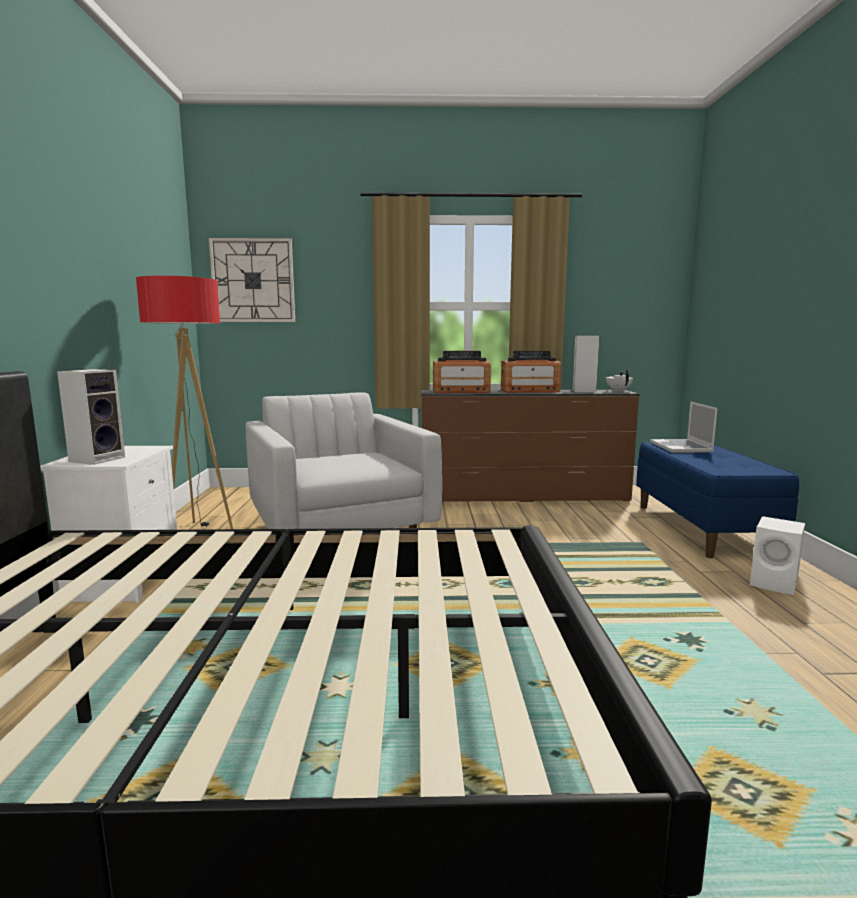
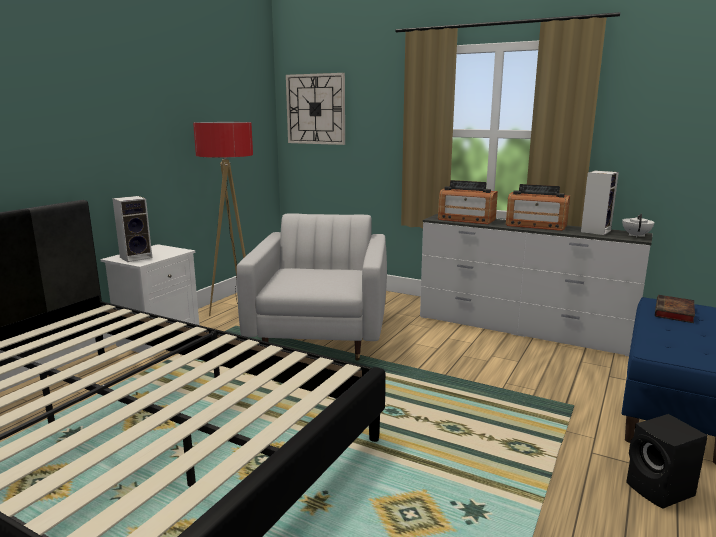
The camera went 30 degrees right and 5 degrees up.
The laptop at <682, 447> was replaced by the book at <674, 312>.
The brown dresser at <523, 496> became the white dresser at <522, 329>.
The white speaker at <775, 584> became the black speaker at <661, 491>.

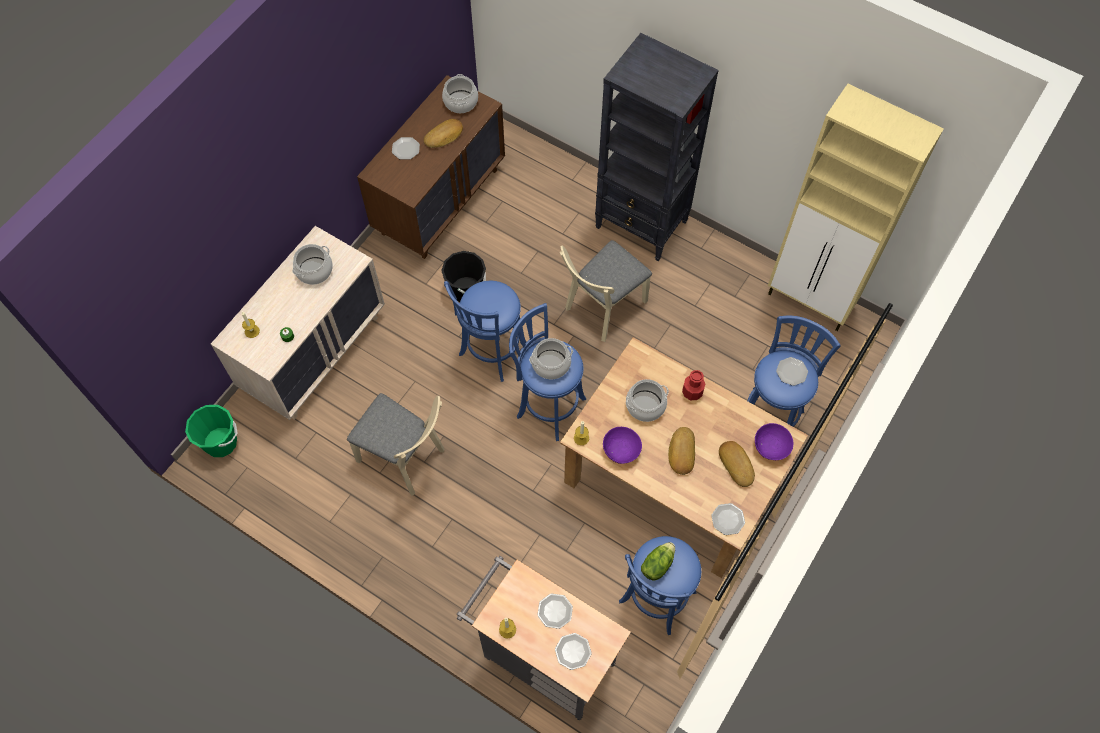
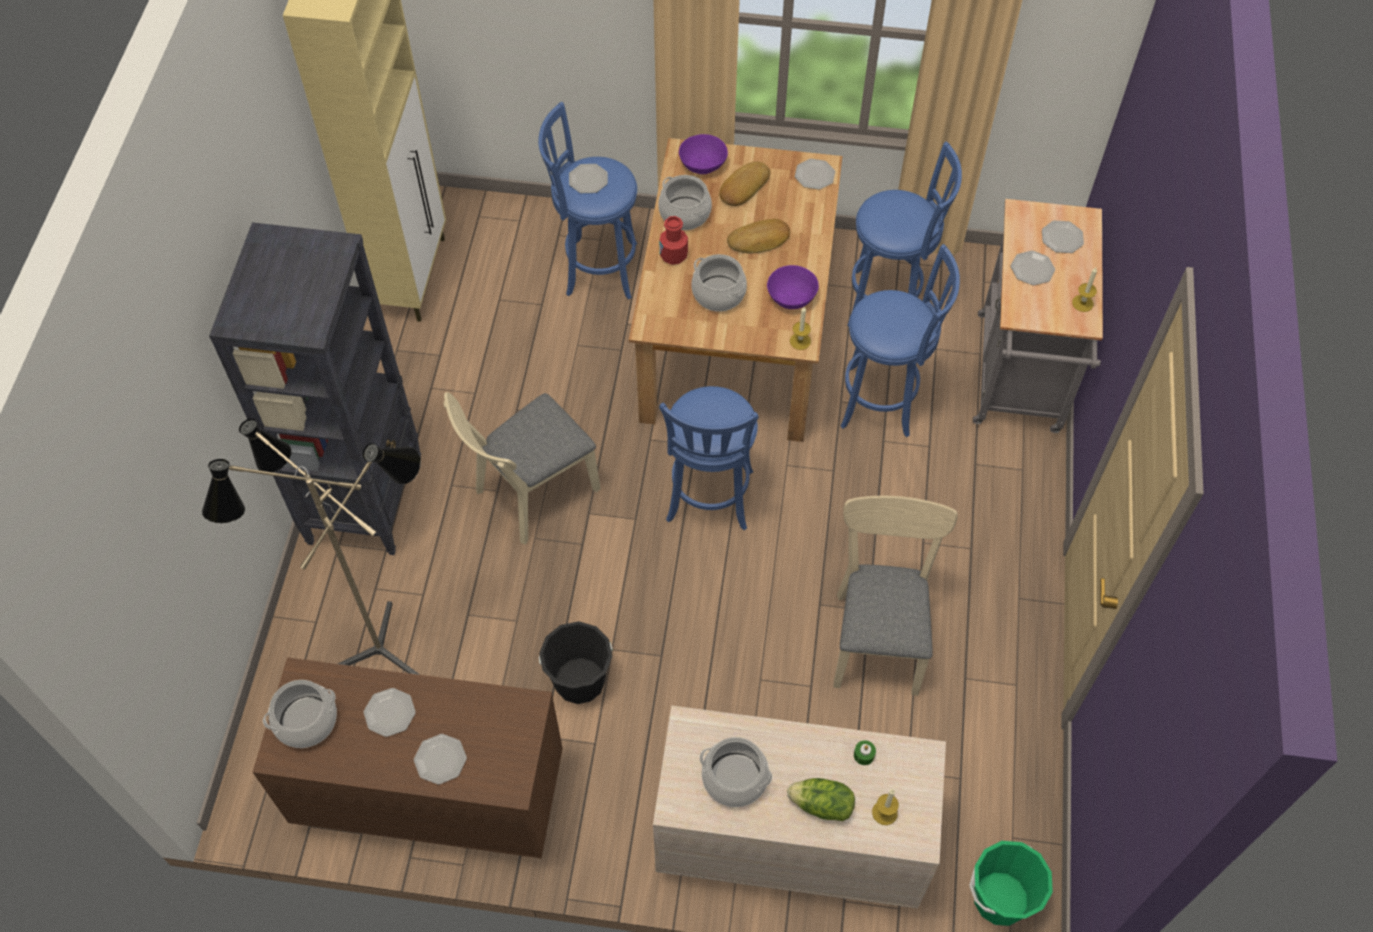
The camera went 115 degrees left and 5 degrees down.
The floor lamp at <375, 643> appeared.
The blue stool moved from <491, 353> to <883, 402>.
The cooking pot moved from <551, 364> to <684, 214>.
The lettuce moved from <657, 564> to <821, 806>.
The bread at <444, 136> was replaced by the plate at <389, 712>.
The beige chair at <602, 309> turned 120 degrees clockwise.

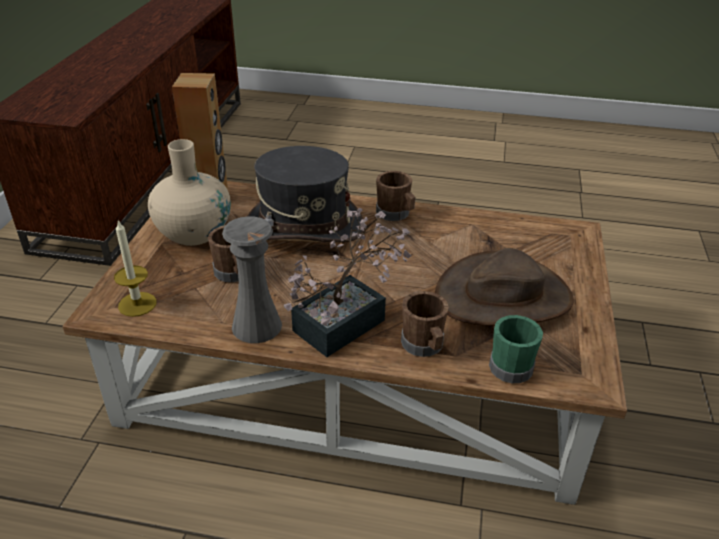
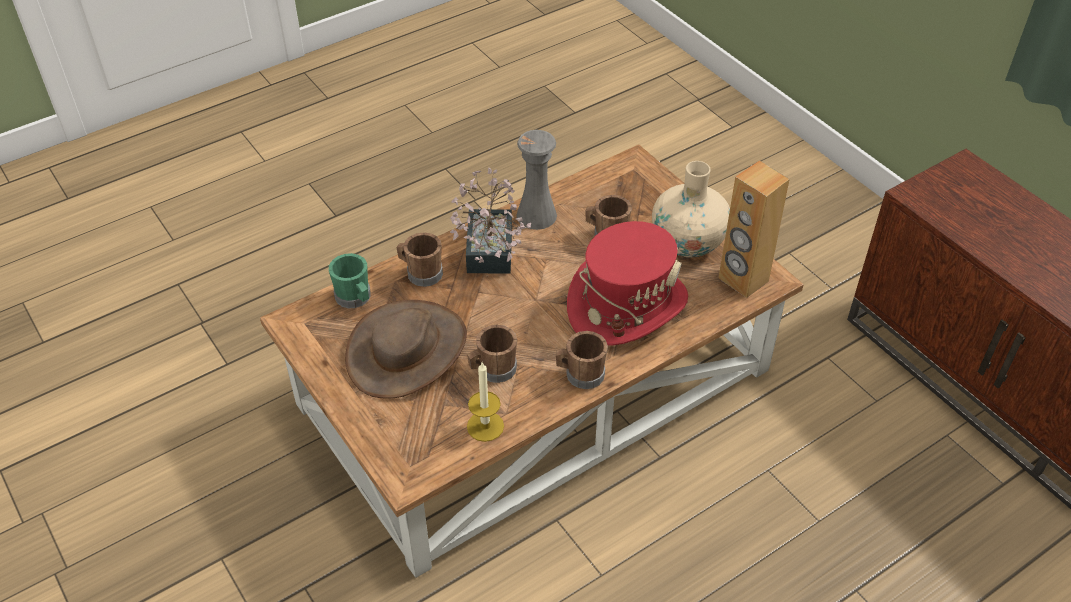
The camera went 135 degrees right and 10 degrees up.
The brown mug at <493, 370> appeared.
The candle moved from <137, 304> to <485, 426>.
The grey hat at <303, 227> became the red hat at <626, 305>.

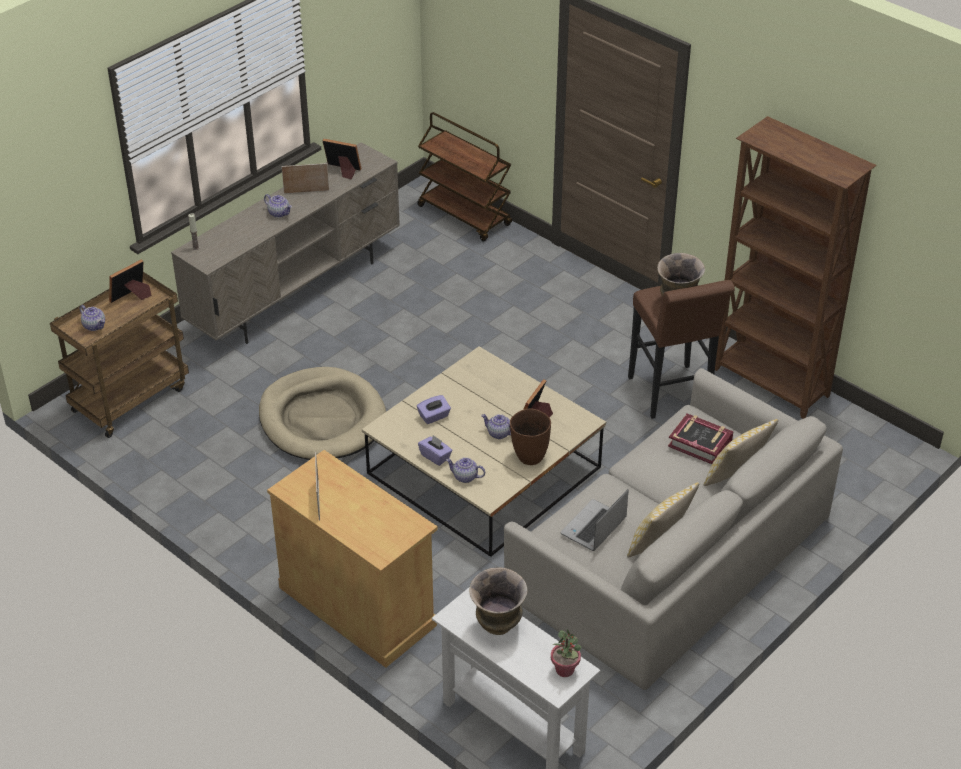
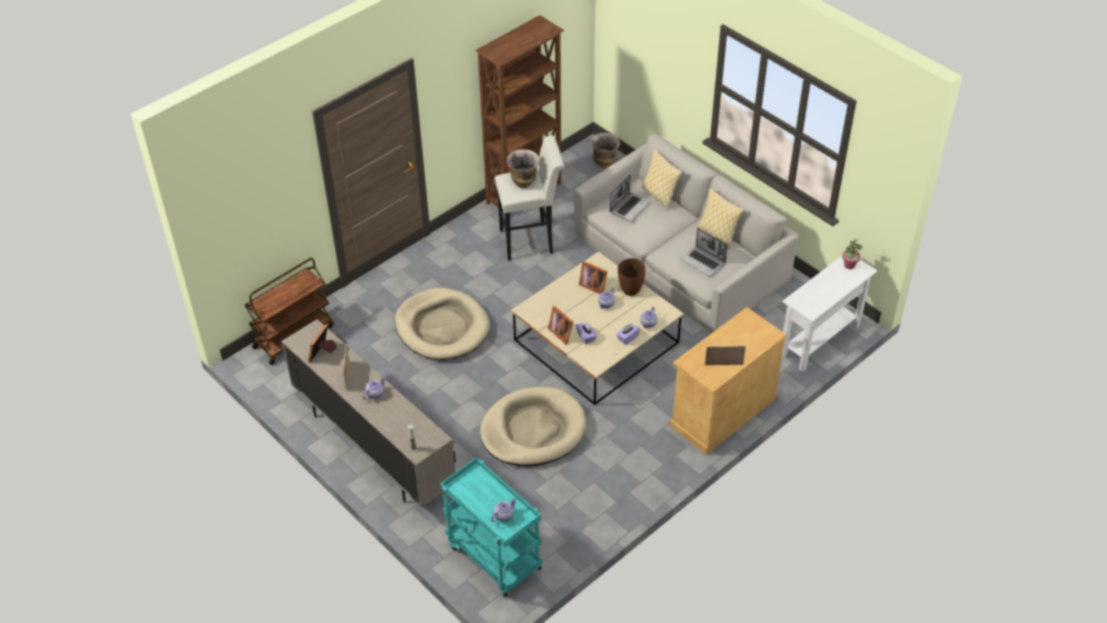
The camera went 85 degrees left and 5 degrees up.
The beige dog bed at <442, 327> appeared.
The picture frame moved from <132, 296> to <561, 332>.
The vase moved from <498, 626> to <604, 163>.
The book at <700, 443> was replaced by the laptop at <629, 207>.
The brown cart at <130, 398> became the turquoise cart at <492, 557>.
The brown stool at <672, 396> became the white stool at <531, 241>.

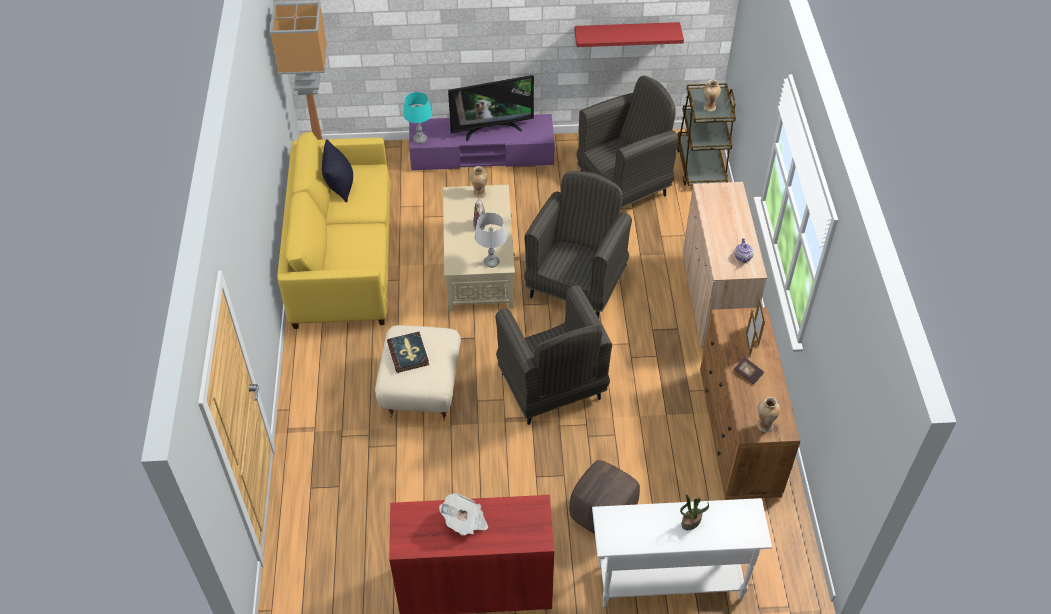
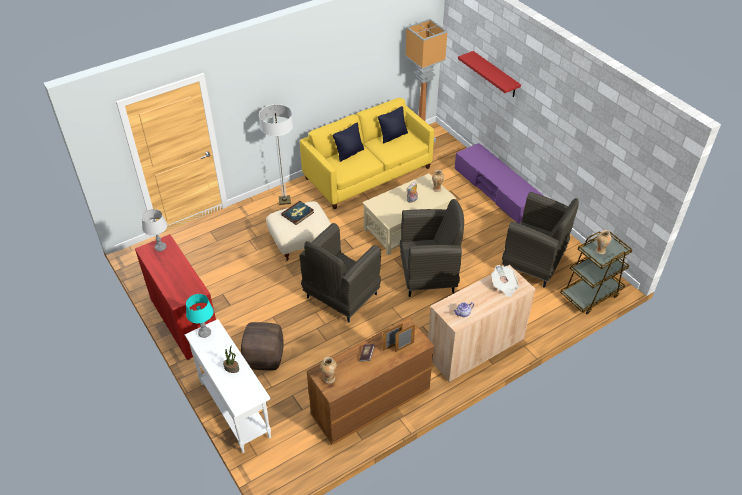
The camera went 60 degrees right and 5 degrees down.
The television at <491, 129> disappeared.
The floor lamp at <284, 200> appeared.
The black pillow at <349, 153> appeared.
The turquoise table lamp moved from <420, 139> to <205, 333>.
The newspaper moved from <465, 521> to <504, 286>.
The grey table lamp moved from <491, 262> to <160, 247>.
The red shelf moved from <626, 34> to <495, 74>.

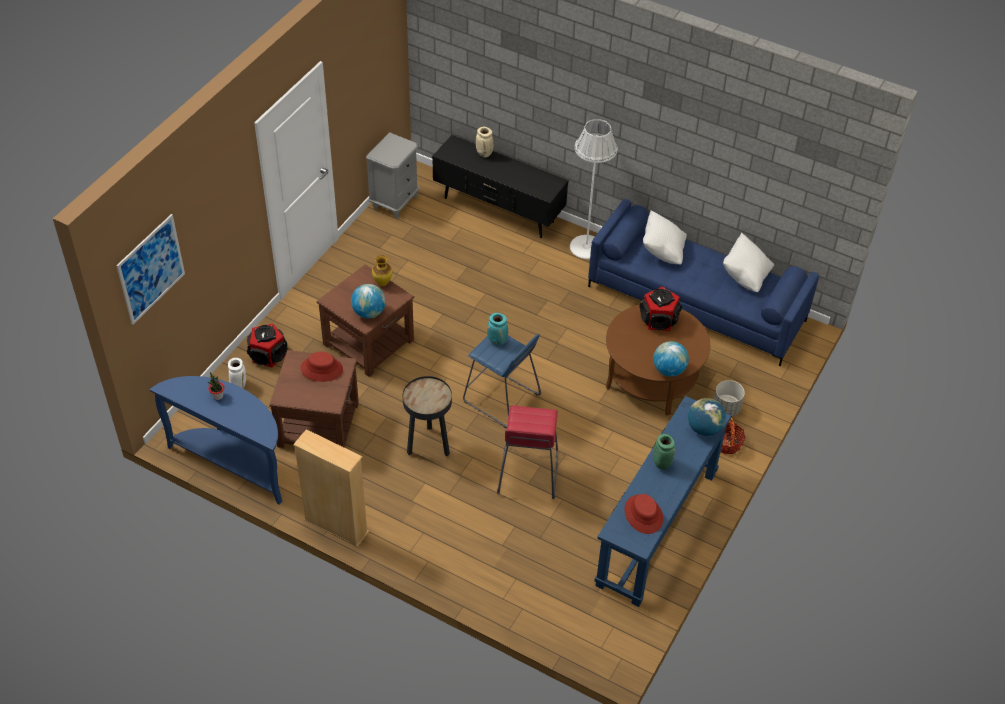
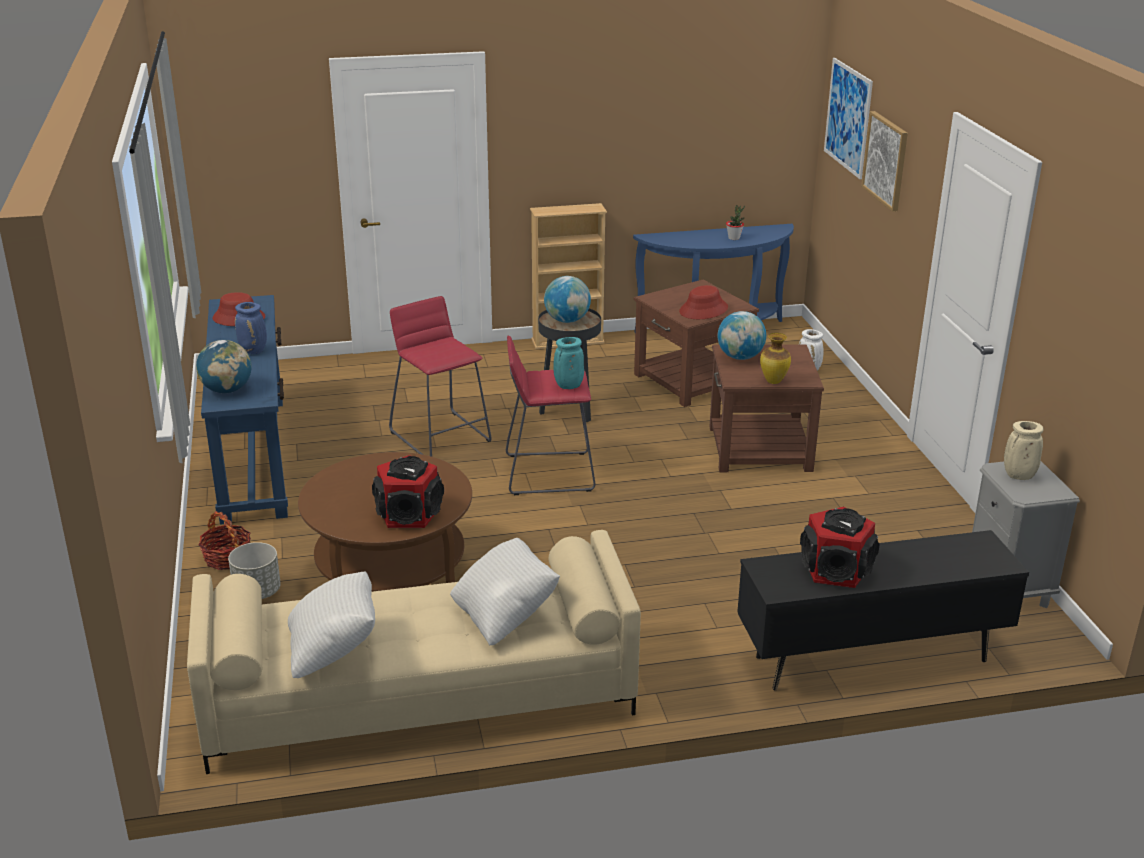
The camera went 140 degrees right and 20 degrees down.
The white floor lamp at <586, 247> disappeared.
The picture at <886, 160> appeared.
The speaker moved from <268, 355> to <835, 570>.
The beige vase moved from <484, 154> to <1018, 476>.
The globe moved from <668, 370> to <567, 320>.
The blue stool at <501, 399> became the red stool at <548, 473>.
The blue sofa at <697, 303> became the beige sofa at <418, 699>.
The green vase at <661, 463> became the blue vase at <254, 351>.

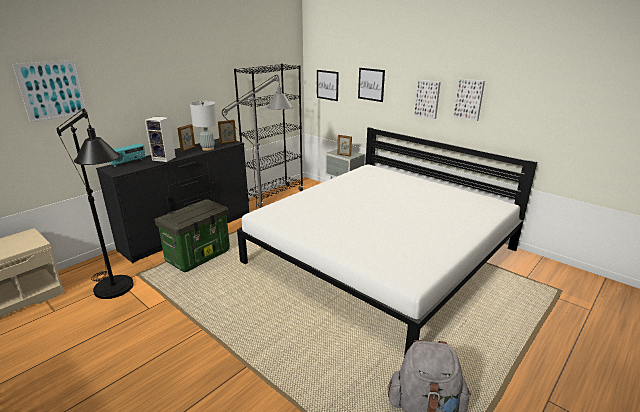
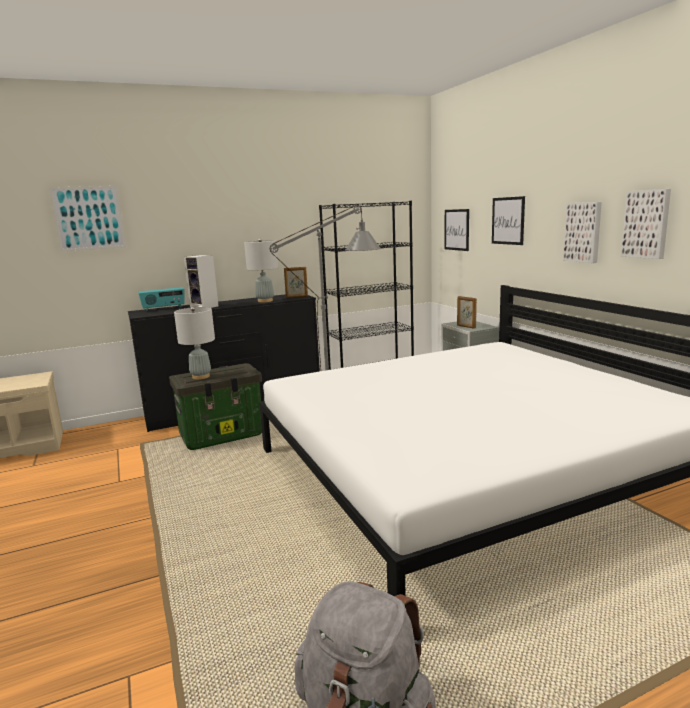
The camera went 25 degrees right and 10 degrees down.
The black floor lamp at <118, 292> disappeared.
The picture frame at <188, 149> disappeared.
The grey table lamp at <201, 376> appeared.

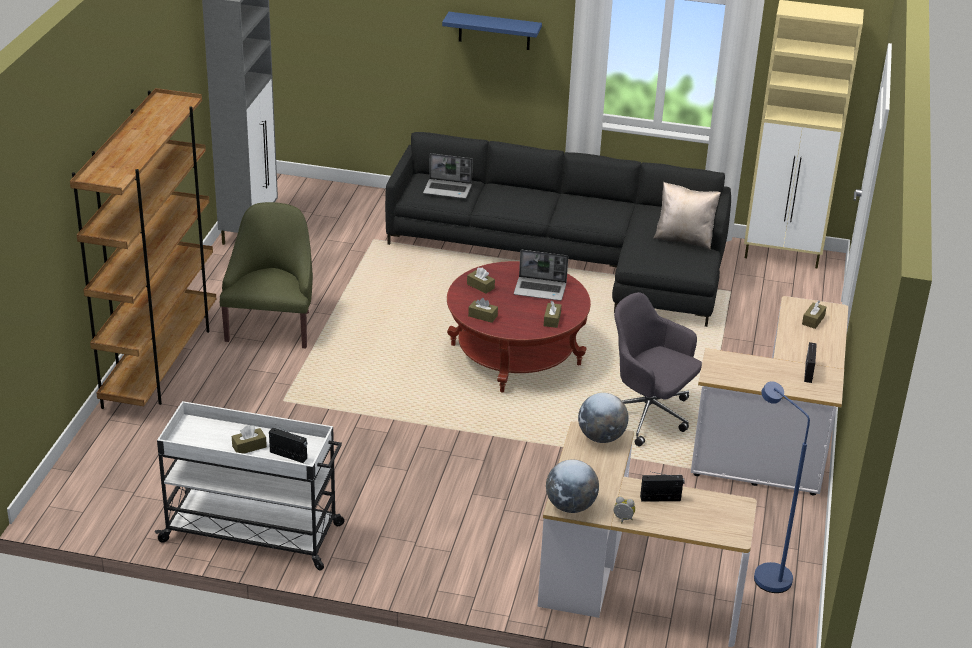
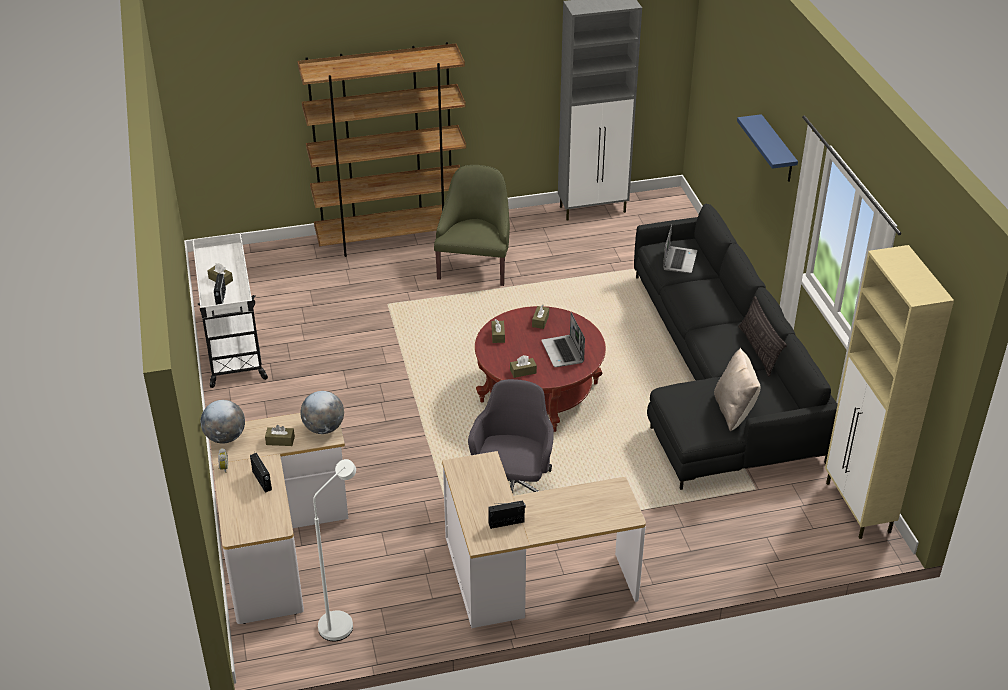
The camera went 65 degrees right and 5 degrees up.
The pillow at <758, 350> appeared.
The brown tissue box moved from <813, 320> to <280, 441>.
The blue floor lamp at <765, 573> became the white floor lamp at <341, 621>.
The green armchair at <272, 326> turned 60 degrees counterclockwise.
The laptop at <448, 190> turned 150 degrees counterclockwise.

